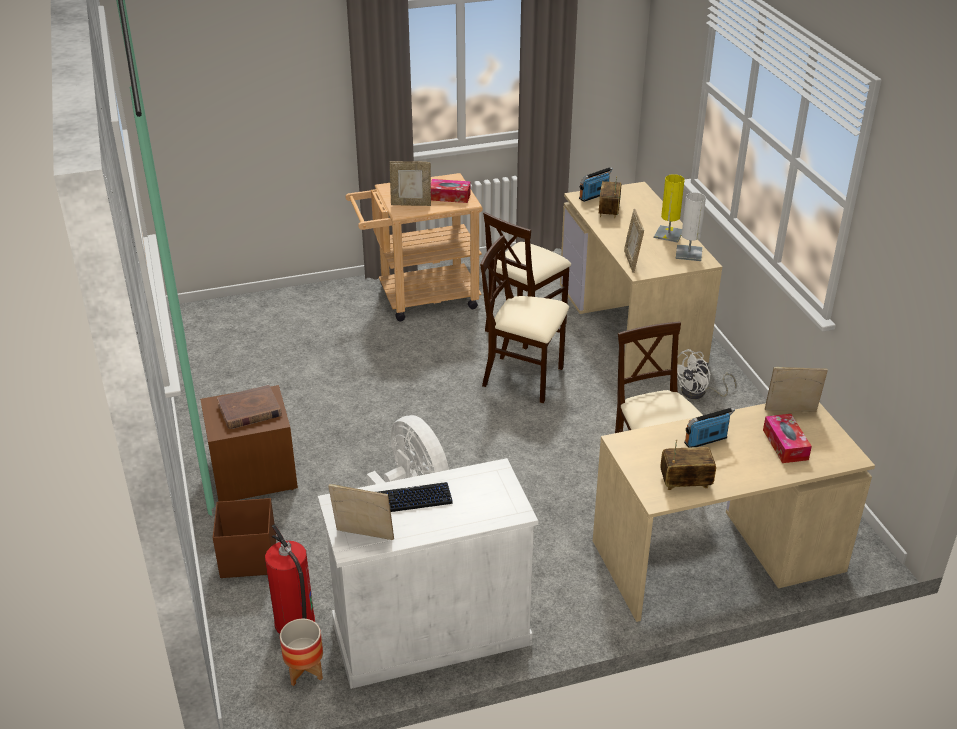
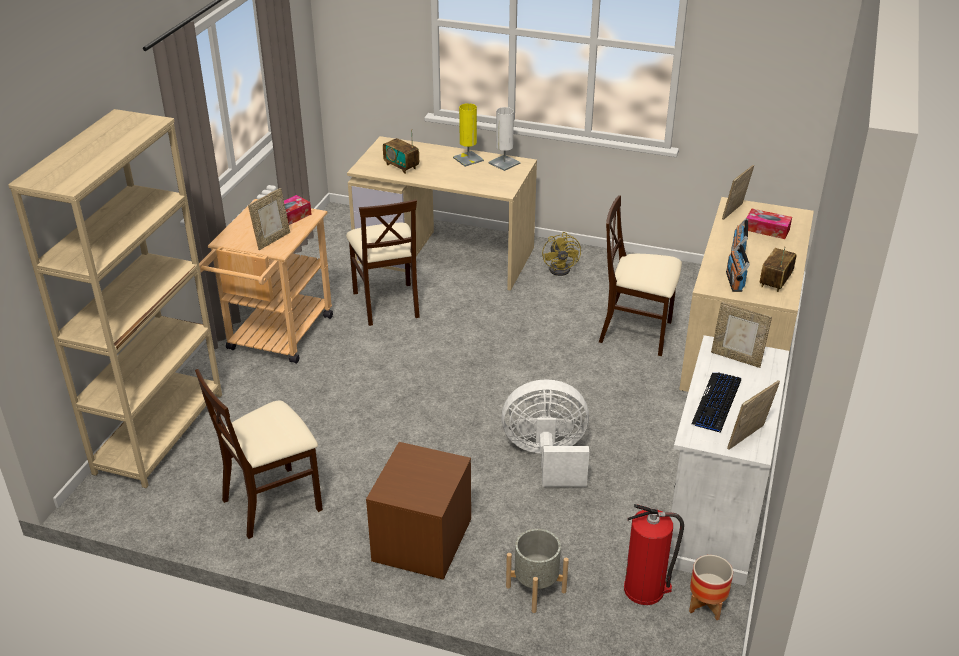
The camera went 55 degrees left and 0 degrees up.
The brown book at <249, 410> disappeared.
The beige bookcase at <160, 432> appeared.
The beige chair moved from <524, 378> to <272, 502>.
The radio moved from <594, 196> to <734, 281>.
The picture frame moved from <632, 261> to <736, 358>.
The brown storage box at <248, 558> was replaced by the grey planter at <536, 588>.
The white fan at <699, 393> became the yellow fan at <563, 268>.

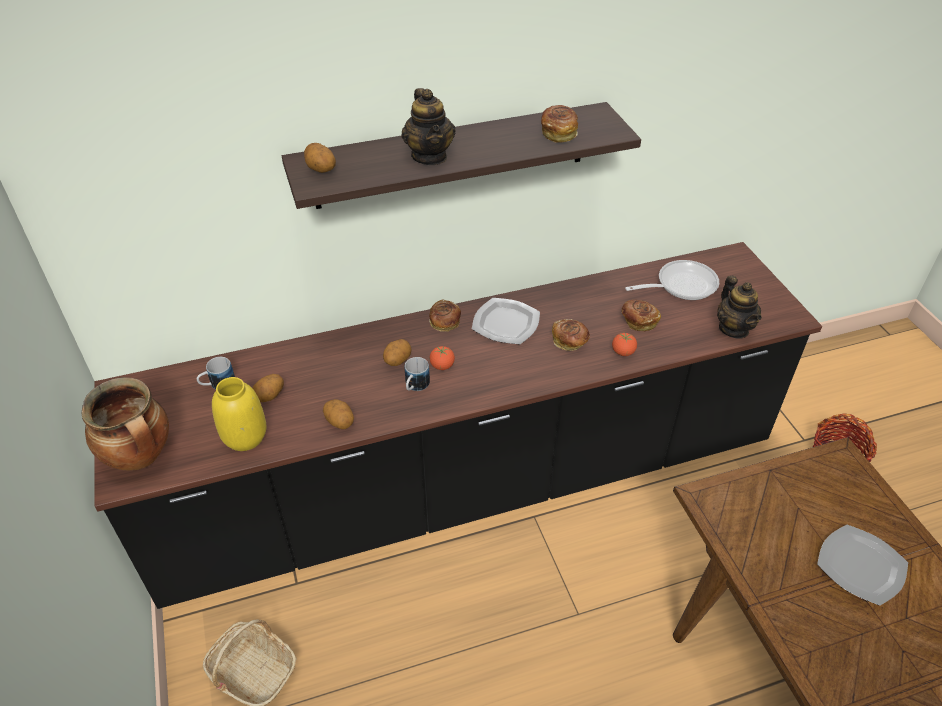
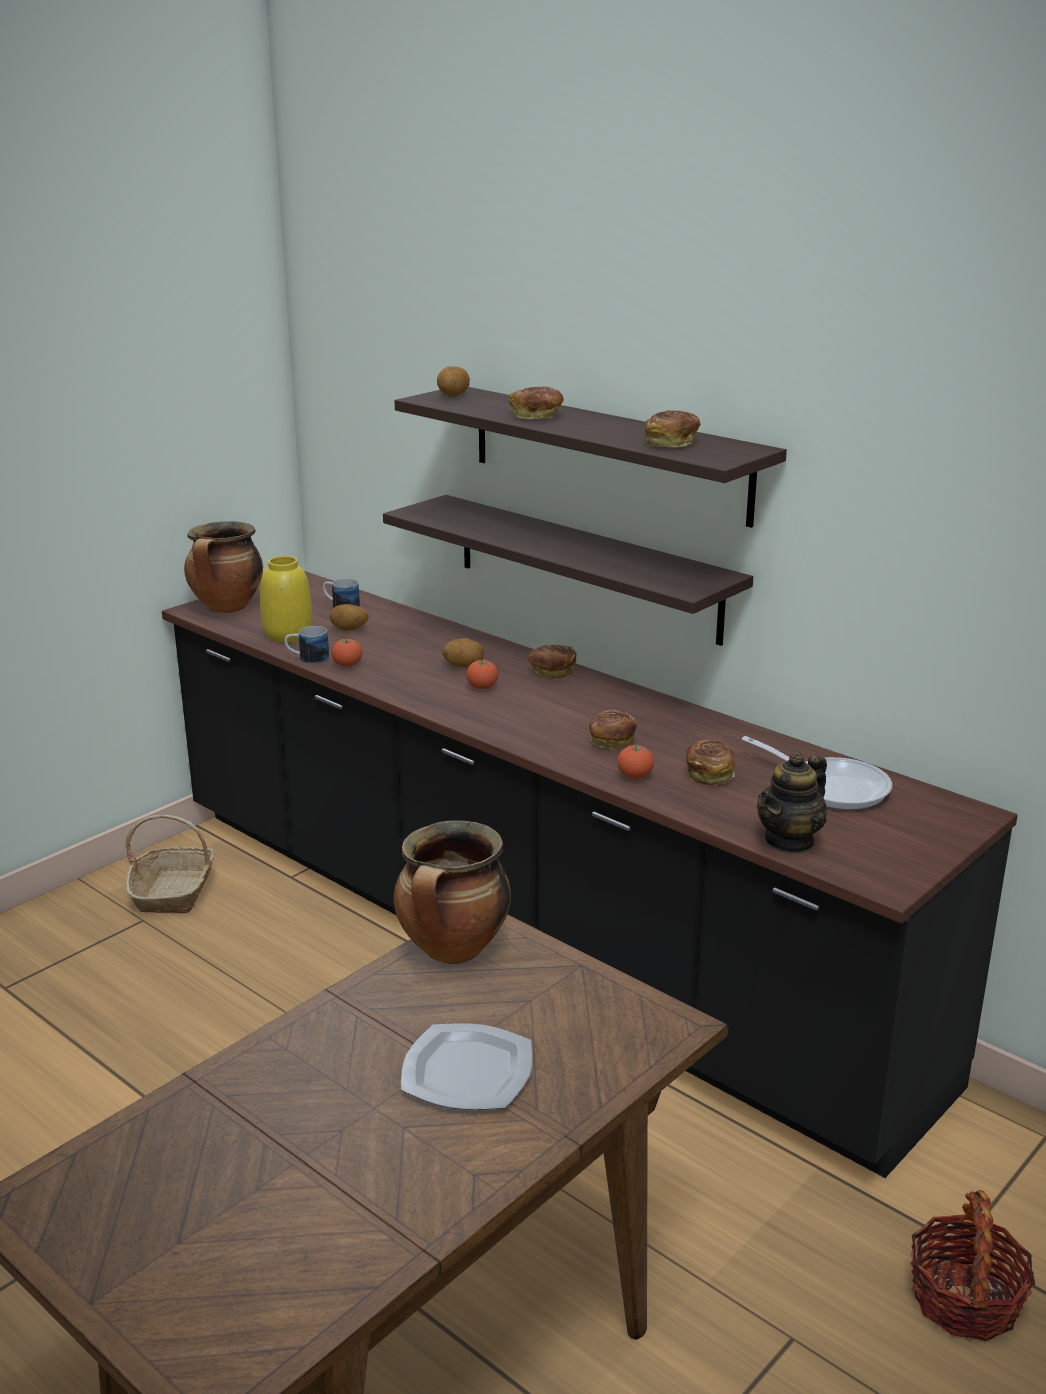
The camera went 60 degrees right and 20 degrees down.
The plate at <505, 322> disappeared.
The shelf at <585, 567> appeared.
The cooking pot at <453, 951> appeared.
The mug moved from <415, 386> to <307, 659>.
The potato at <340, 422> was replaced by the tomato at <347, 665>.
The teapot at <430, 156> was replaced by the bread at <537, 416>.

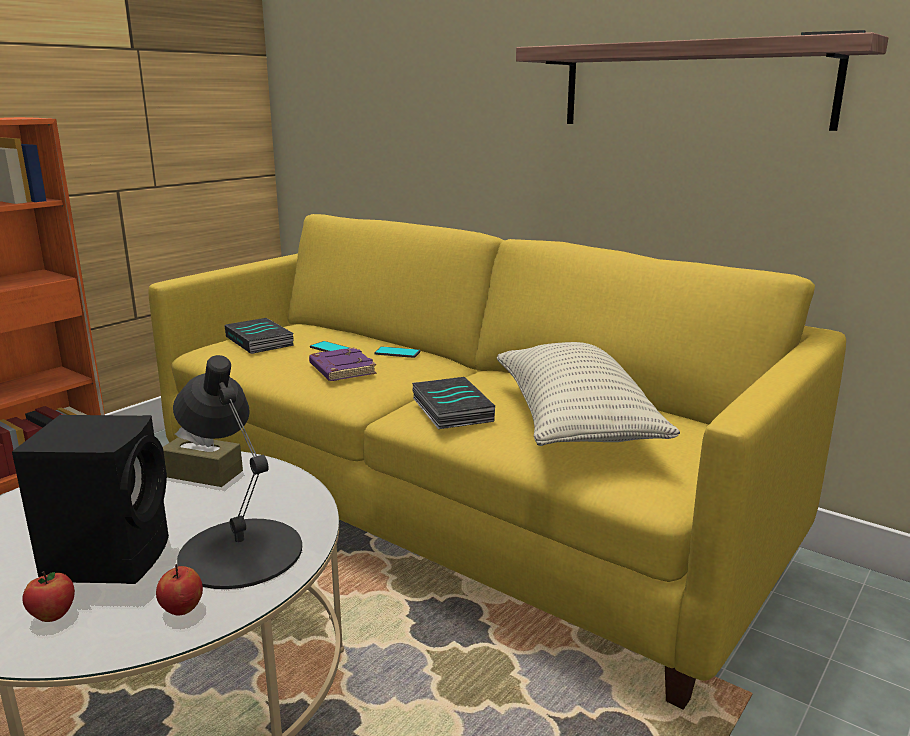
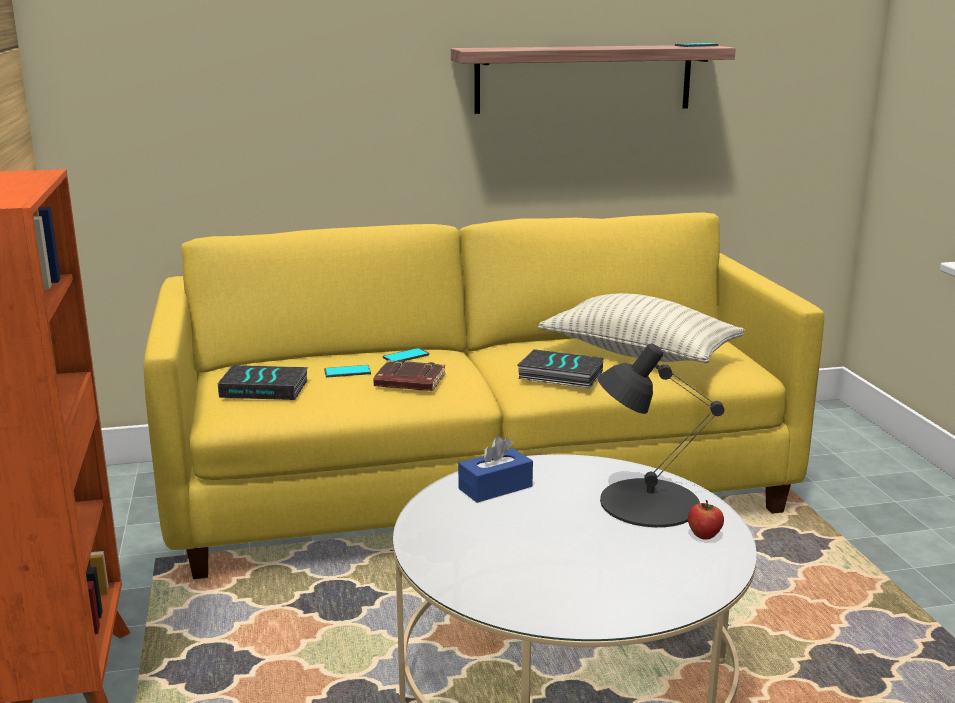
The camera went 50 degrees left and 0 degrees up.
The black speaker at <111, 556> disappeared.
The apple at <53, 615> disappeared.
The brown tissue box at <203, 474> became the blue tissue box at <495, 487>.
The purple book at <341, 370> became the brown book at <409, 382>.

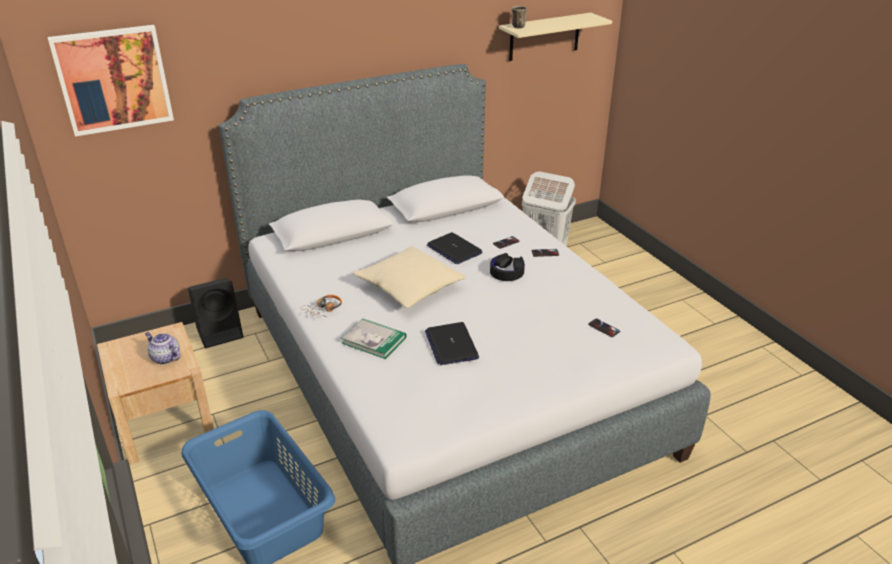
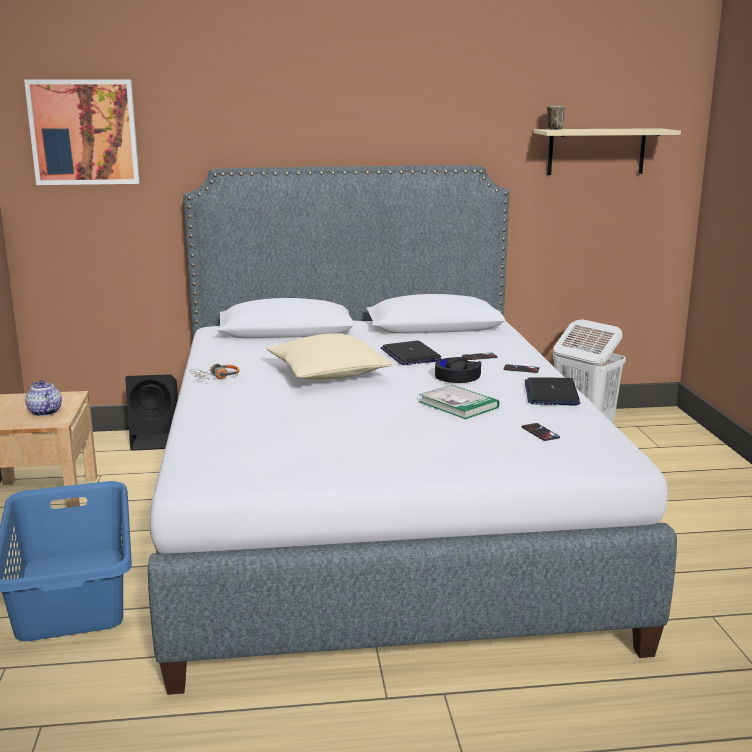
The camera went 20 degrees right and 15 degrees down.
The book moved from <374, 340> to <458, 405>.
The laptop moved from <451, 344> to <551, 393>.

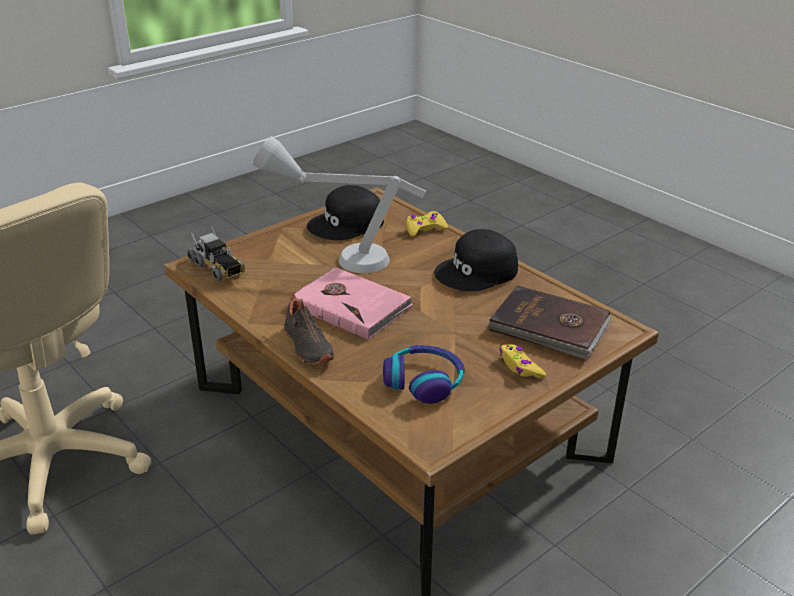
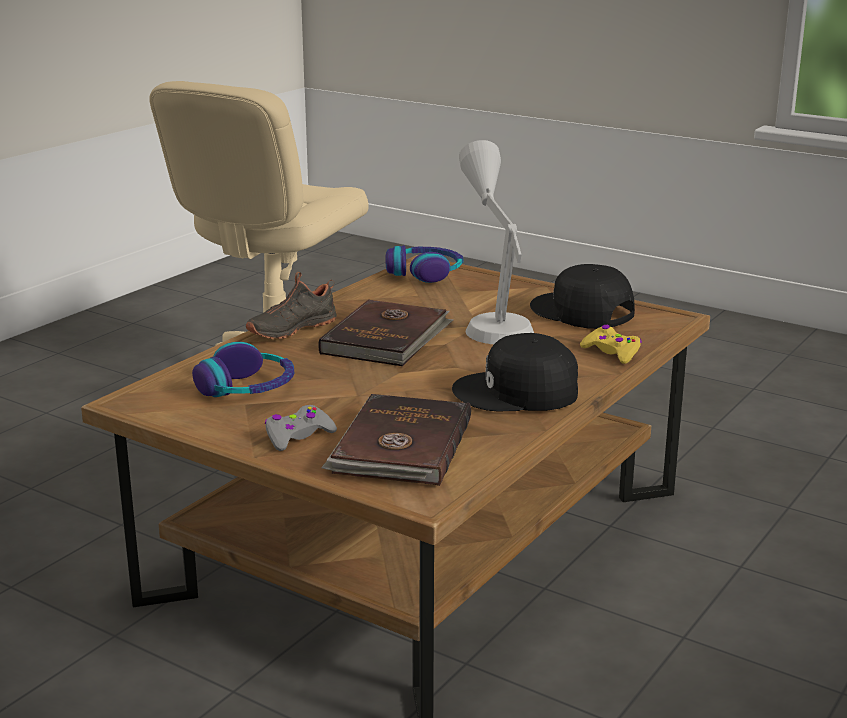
The camera went 75 degrees right and 10 degrees down.
The toy truck at <218, 267> was replaced by the headphones at <425, 273>.
The pink book at <351, 306> became the brown book at <387, 338>.
The yellow game controller at <520, 367> became the grey game controller at <298, 436>.
The black cap at <477, 272> turned 45 degrees counterclockwise.

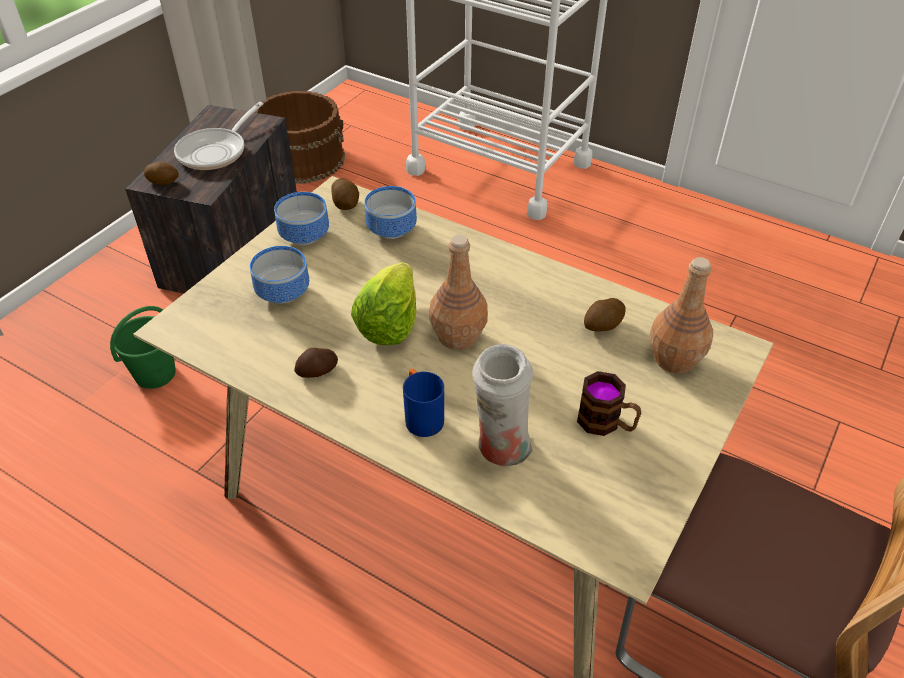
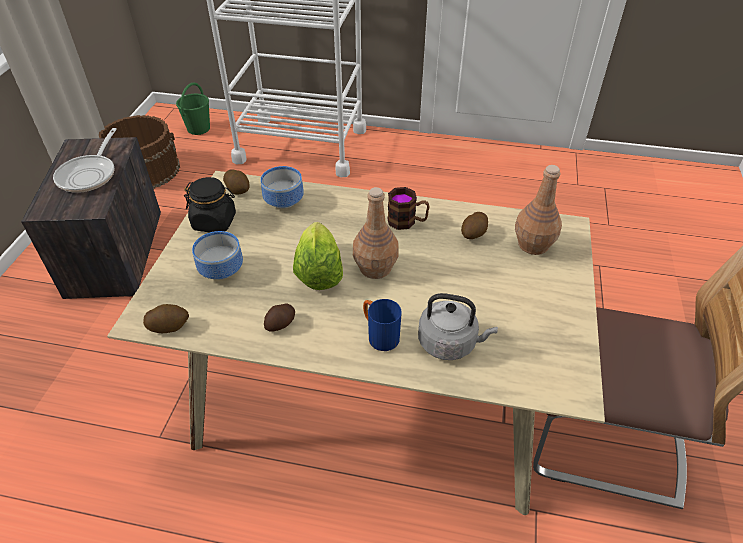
The camera went 20 degrees left and 0 degrees up.
The green bucket moved from <156, 373> to <199, 128>.
The potato moved from <163, 181> to <169, 326>.
The mug moved from <606, 423> to <407, 221>.
The bowl at <302, 236> was replaced by the black jar at <214, 222>.
The white vase at <501, 450> was replaced by the grey kettle at <450, 343>.

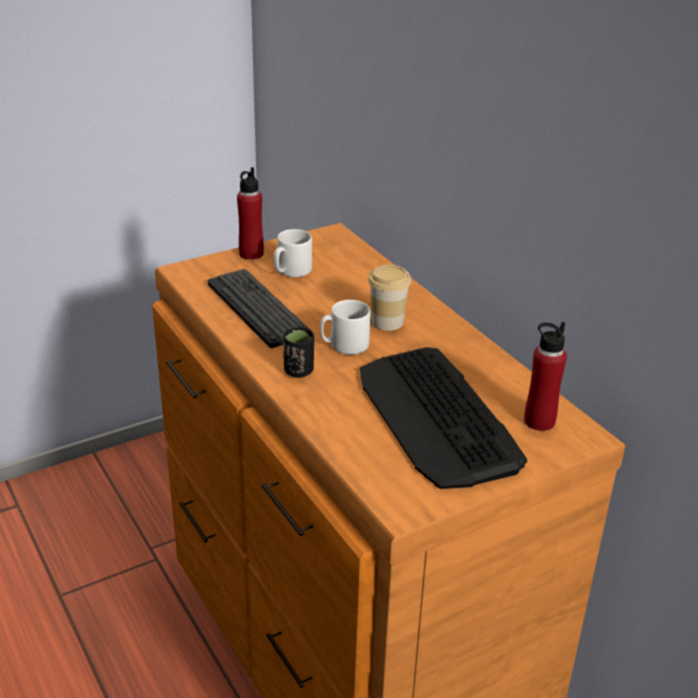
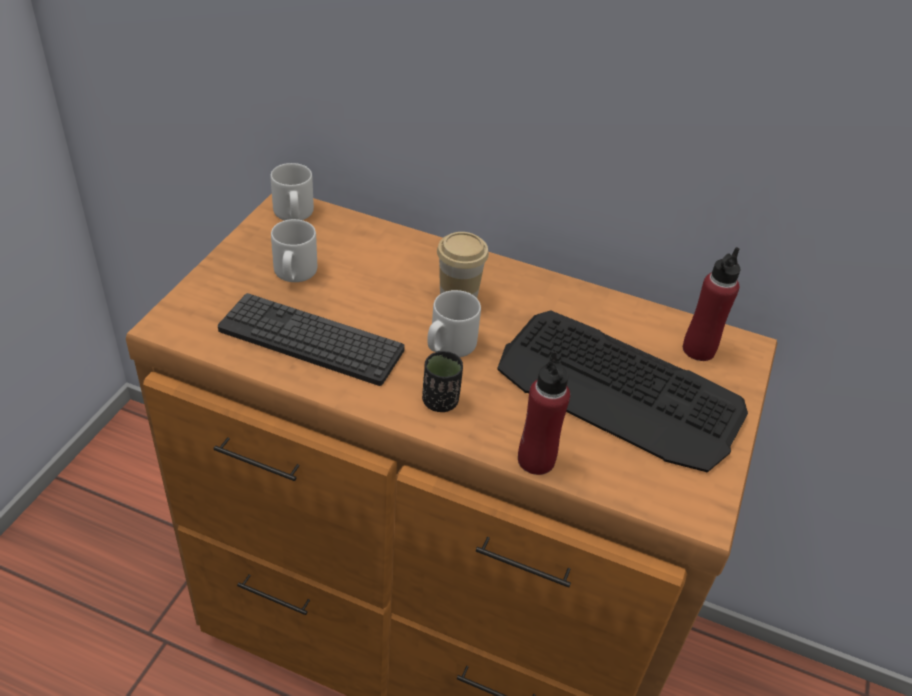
The camera went 40 degrees left and 10 degrees up.
The grey mug at <293, 214> appeared.
The red bottle moved from <251, 254> to <536, 460>.

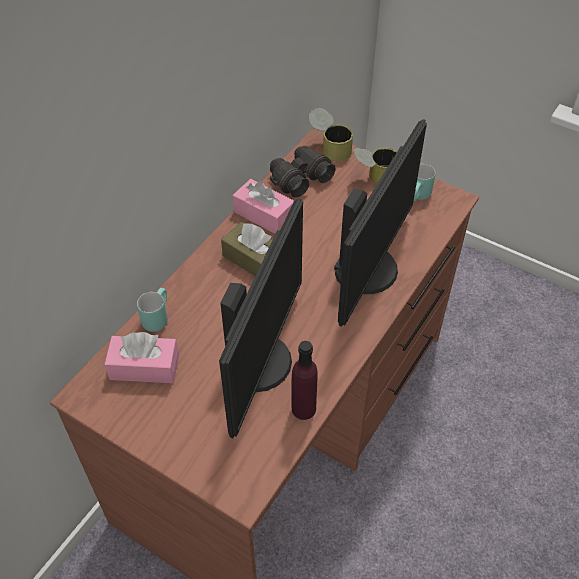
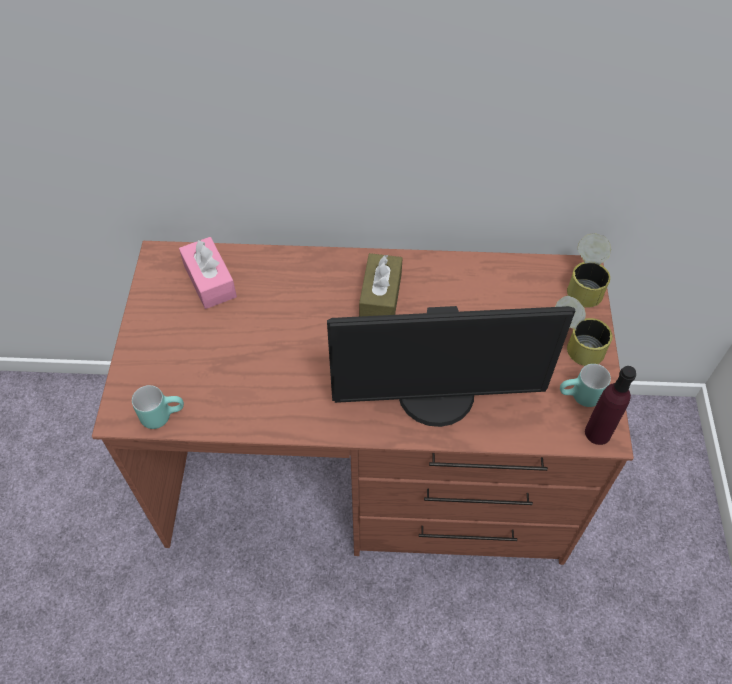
The camera went 60 degrees right and 5 degrees up.
The monitor at <260, 362> disappeared.
The pink tissue box at <264, 215> disappeared.
The black binoculars at <299, 178> disappeared.
The turquoise mug moved from <156, 317> to <163, 414>.
The purple bottle moved from <303, 408> to <597, 433>.

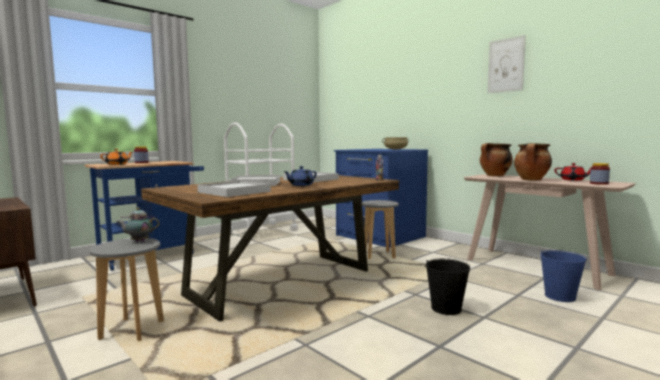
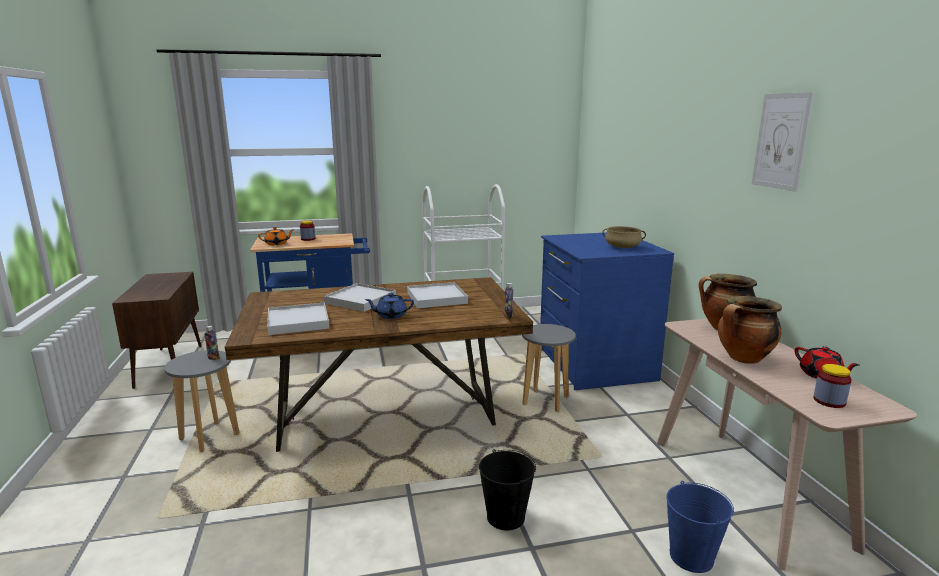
The camera went 30 degrees right and 10 degrees up.
The teapot at <138, 241> was replaced by the bottle at <213, 358>.

